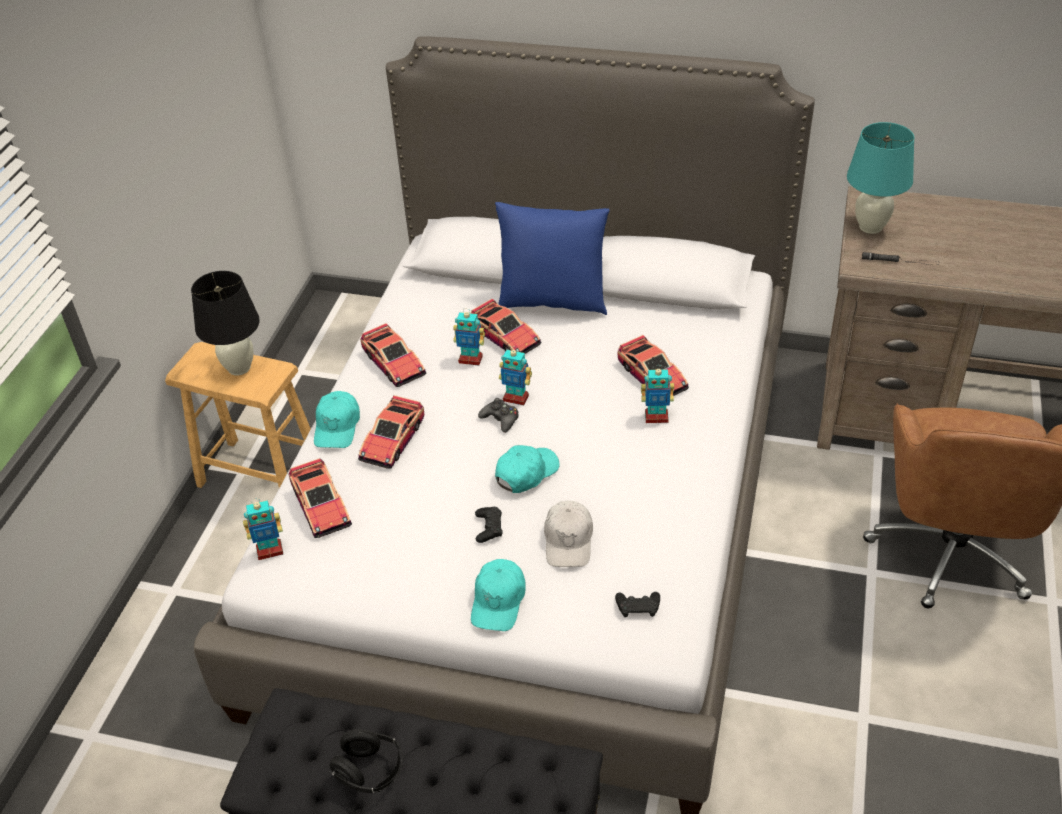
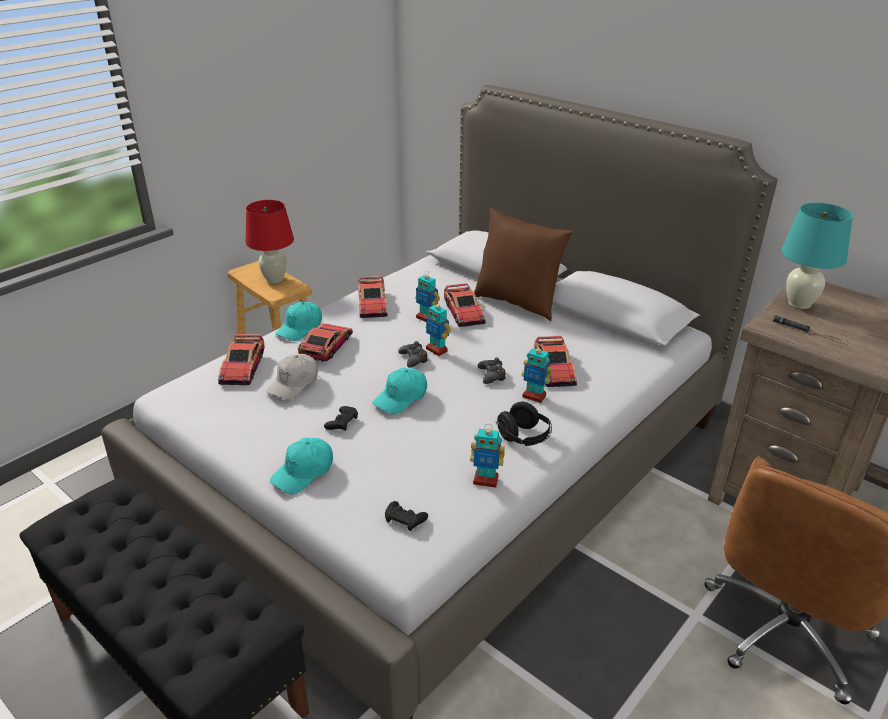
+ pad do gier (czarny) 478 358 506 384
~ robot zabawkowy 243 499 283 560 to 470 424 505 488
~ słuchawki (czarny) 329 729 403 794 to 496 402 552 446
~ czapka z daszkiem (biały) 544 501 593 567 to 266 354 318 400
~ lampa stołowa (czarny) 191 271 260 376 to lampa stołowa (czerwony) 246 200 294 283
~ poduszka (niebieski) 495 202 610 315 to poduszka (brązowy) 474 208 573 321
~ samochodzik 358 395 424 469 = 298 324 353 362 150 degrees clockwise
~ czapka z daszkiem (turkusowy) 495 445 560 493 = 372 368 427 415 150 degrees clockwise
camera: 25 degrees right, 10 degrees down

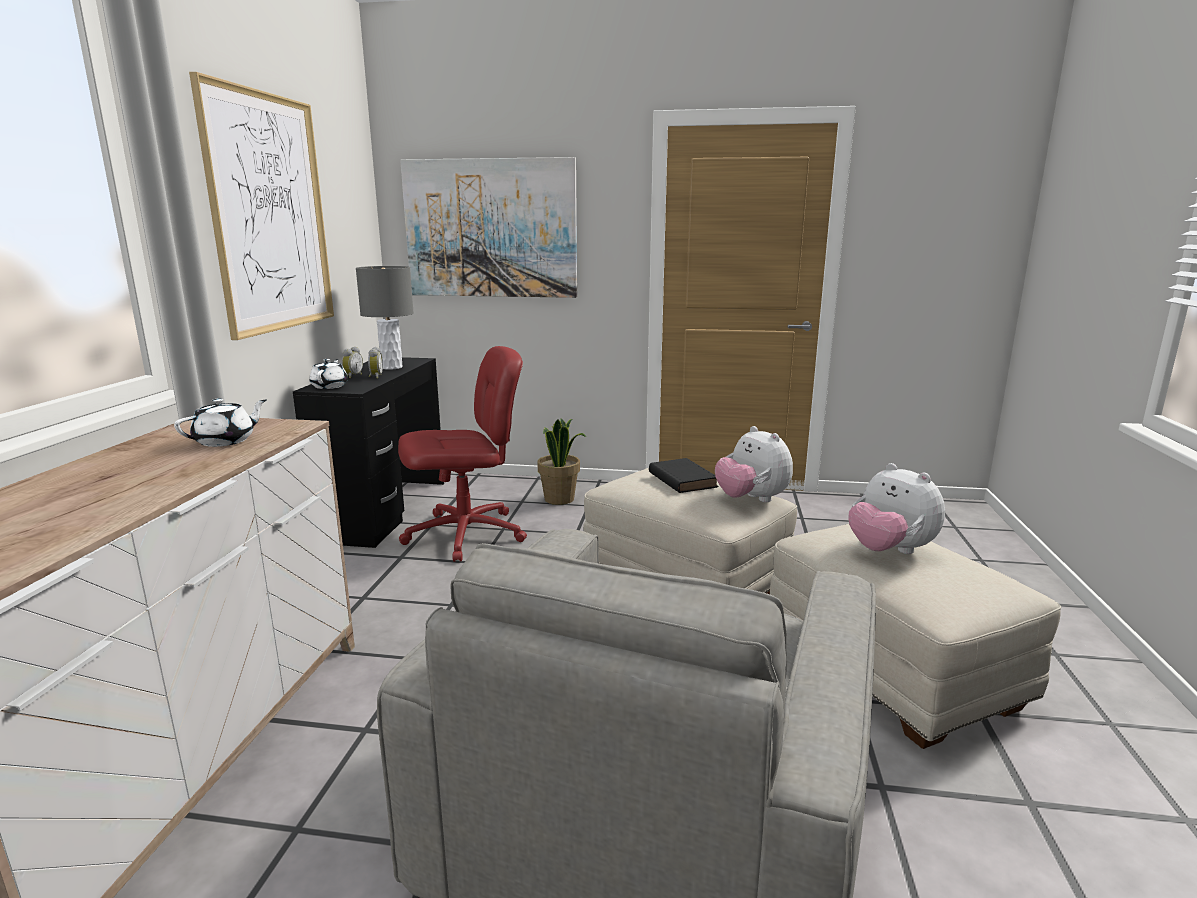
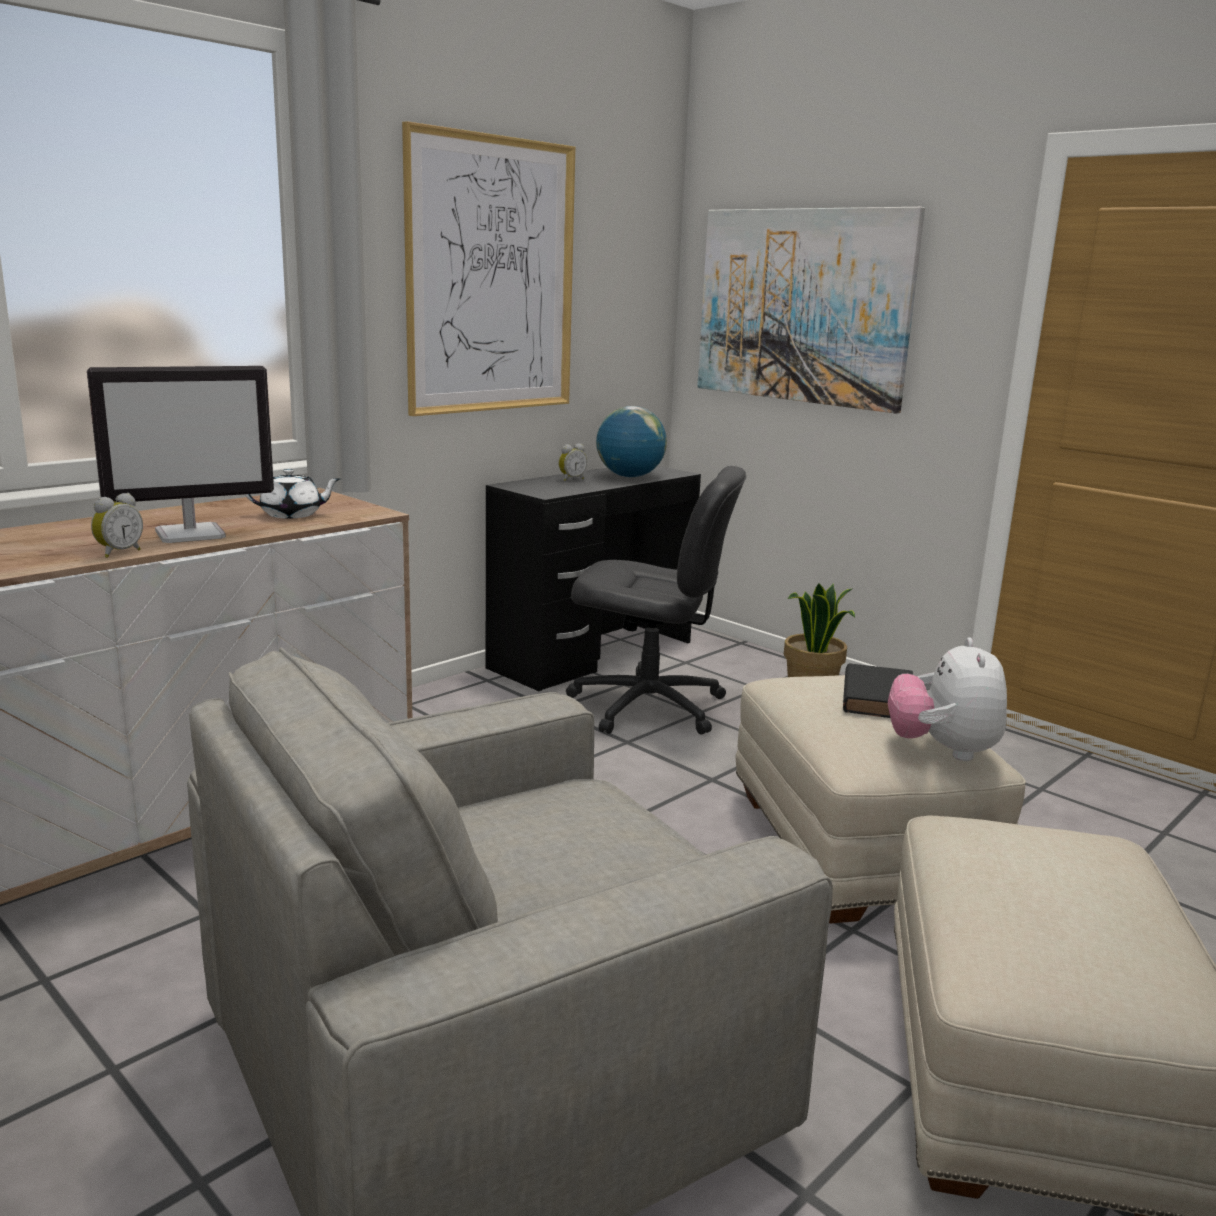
- imbryk (biały) 309 359 348 389
- pluszak 849 463 945 554
+ monitor 87 366 274 543
~ budzik 368 347 383 379 to 91 493 143 558
~ lampa stołowa (szary) 356 266 414 370 to globus 596 406 667 477
~ krzesło biurowe (czerwony) 398 346 527 562 to krzesło biurowe (czarny) 566 466 746 734
camera: 35 degrees right, 0 degrees up

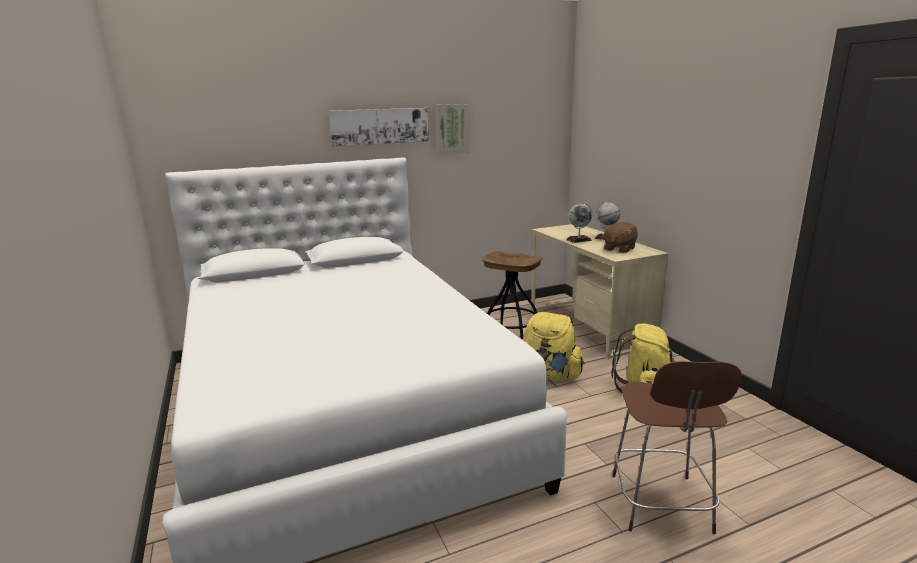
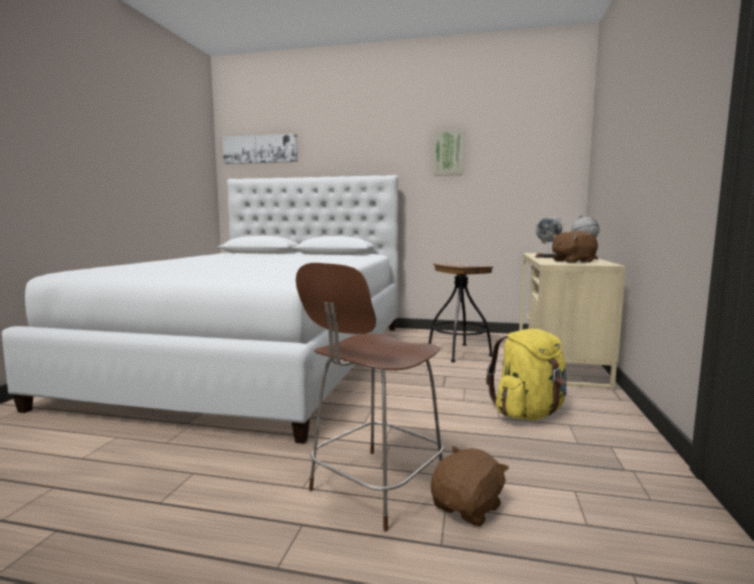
- plecak (żółty) 522 312 585 381
+ pluszak (brązowy) 431 446 509 527
~ obraz 329 108 429 146 to 222 134 298 164
camera: 35 degrees right, 10 degrees down

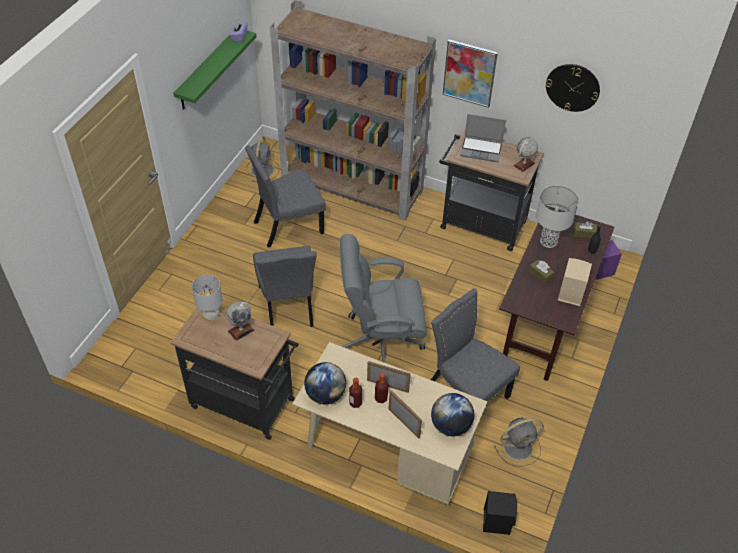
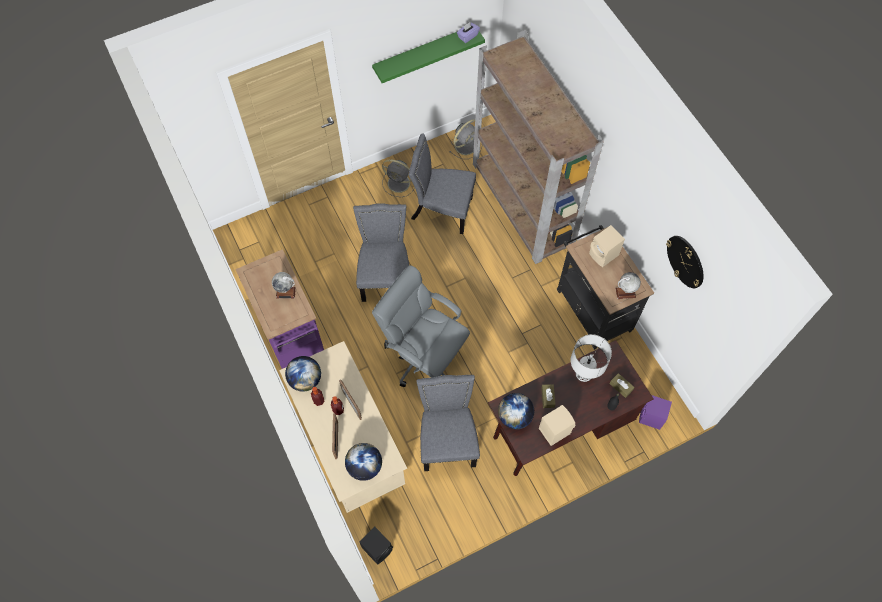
- lampa stołowa (szary) 192 275 223 321
- obraz 443 40 498 108
+ globus 498 393 534 429
~ wentylator (szary) 494 418 544 467 to 382 159 415 197
~ laptop 460 114 506 162 to głośnik (beżowy) 589 225 625 267
~ wózek (czarny) 170 306 299 440 to wózek (fioletowy) 235 249 324 369
~ krzesło (szary) 253 246 317 327 = 353 203 409 302 150 degrees clockwise
camera: 40 degrees right, 15 degrees up

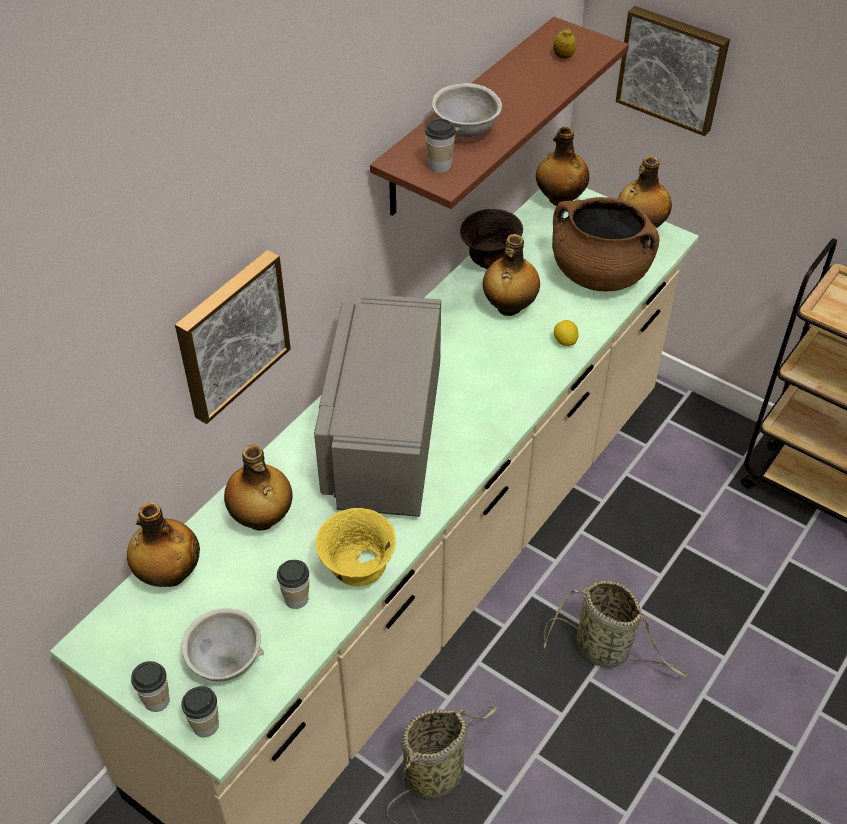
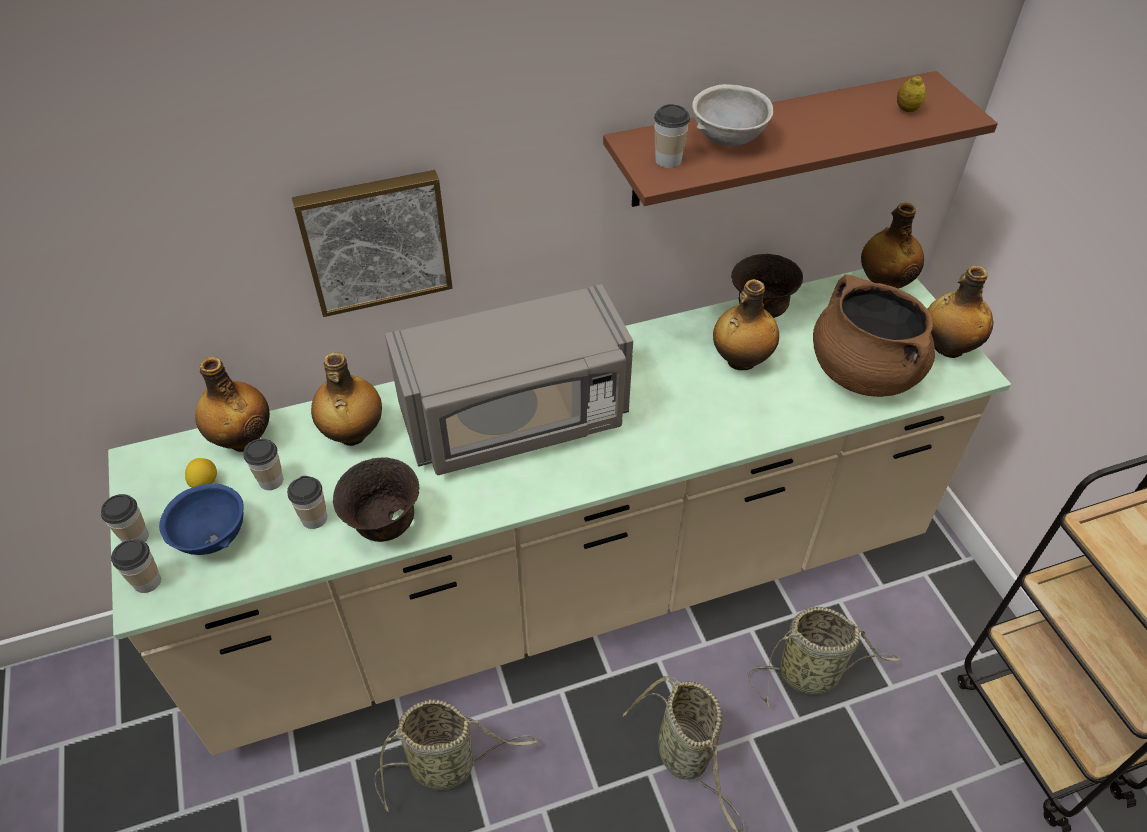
- obraz 616 6 730 136
+ filiżanka 243 439 283 490
+ koszyk 748 607 901 707
~ cytryna 554 320 578 346 to 185 458 217 488
~ miska (szary) 181 608 264 681 to miska (niebieski) 159 484 244 555
~ miska (żółty) 315 508 396 586 to miska (brązowy) 333 457 420 542
~ mikrofalówka (szary) 314 294 441 517 = 385 284 633 475 150 degrees counterclockwise
camera: 35 degrees right, 0 degrees up

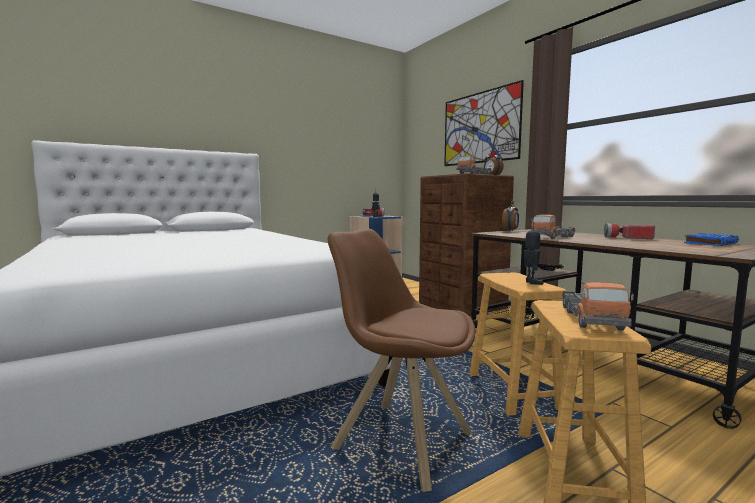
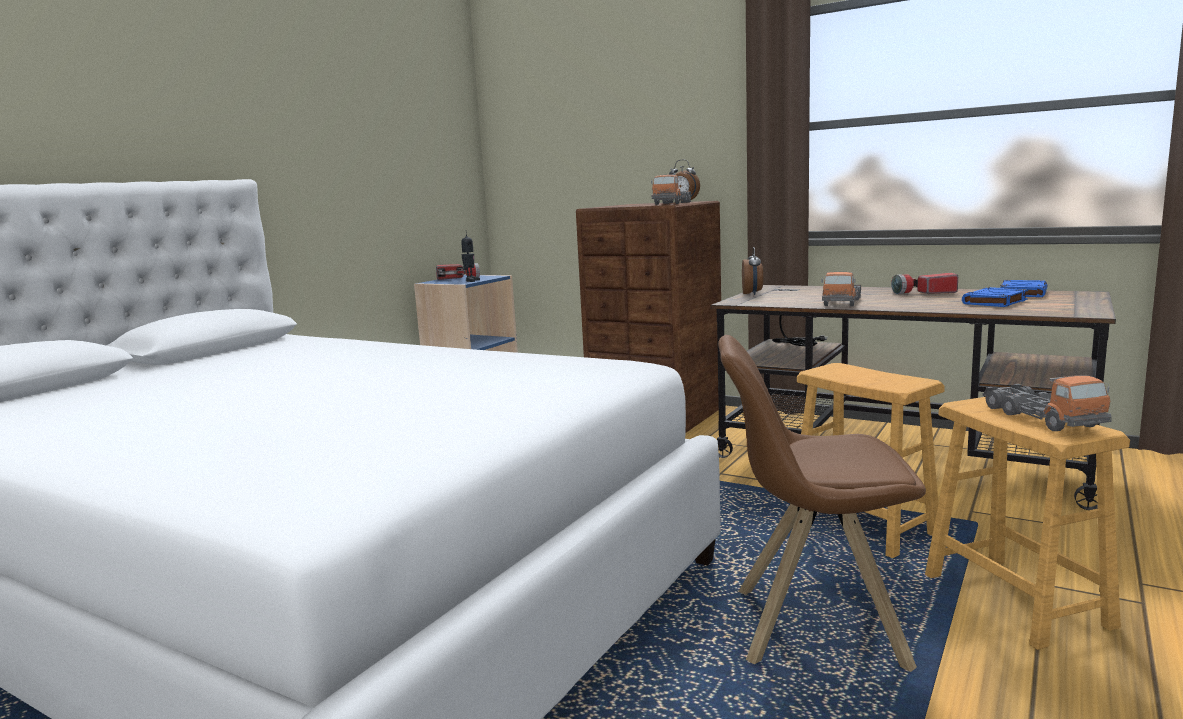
- obraz 444 80 524 166
- robot zabawkowy 524 222 543 285
+ książka (niebieski) 962 287 1028 307
camera: 25 degrees left, 5 degrees up

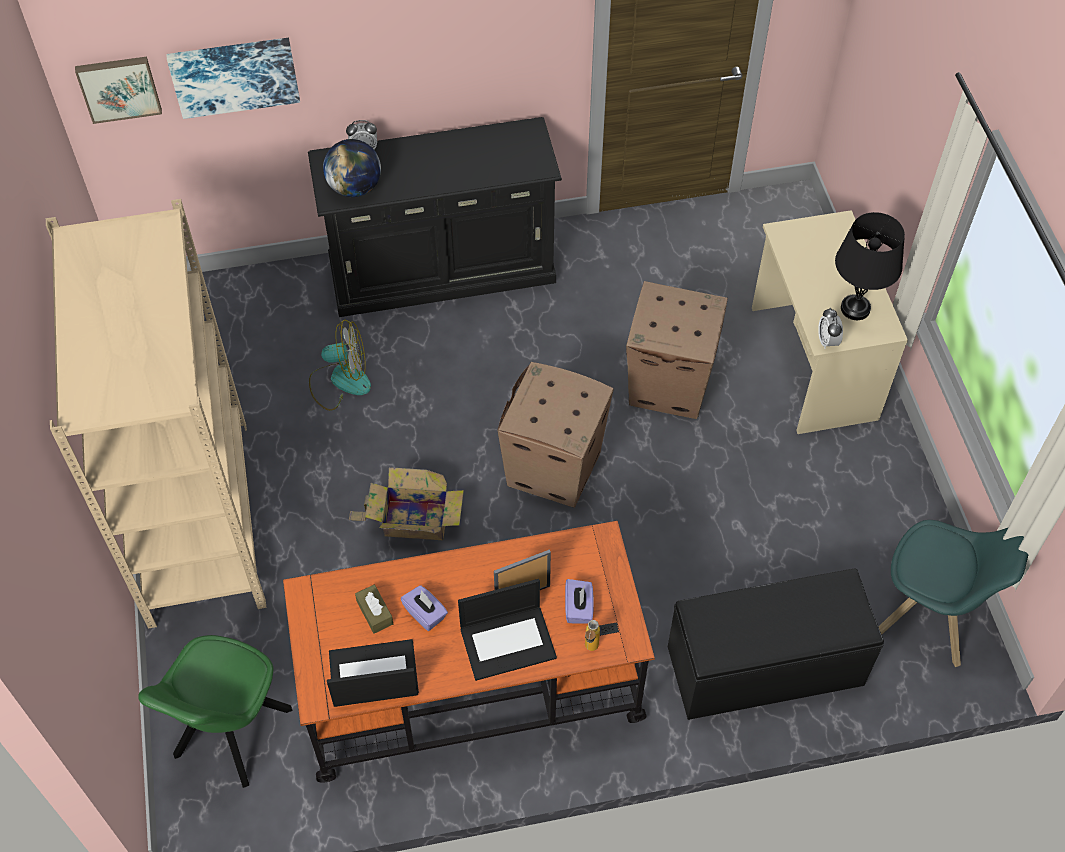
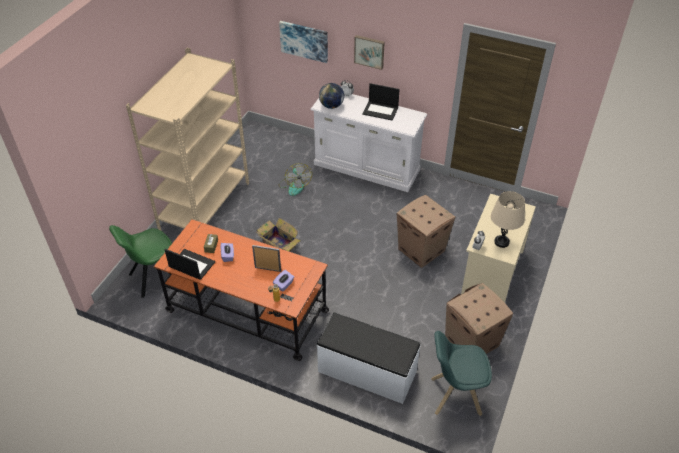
~ obraz 75 57 162 124 to 354 35 385 70
~ laptop 458 579 557 681 to 362 83 400 121
~ karton 497 362 614 508 to 445 283 513 354
~ szafka (czarny) 308 117 562 317 to szafka (biały) 310 94 427 192
~ ławka (czarny) 668 569 884 720 to ławka (biały) 317 313 421 404
~ lampa stołowa (czarny) 835 212 905 320 to lampa stołowa (beżowy) 491 191 525 248
~ wentylator 309 319 371 411 = 279 163 312 196 45 degrees clockwise
~ krzesło (turkusowy) 878 520 1028 667 = 431 331 492 416 120 degrees clockwise
camera: 35 degrees right, 10 degrees down

